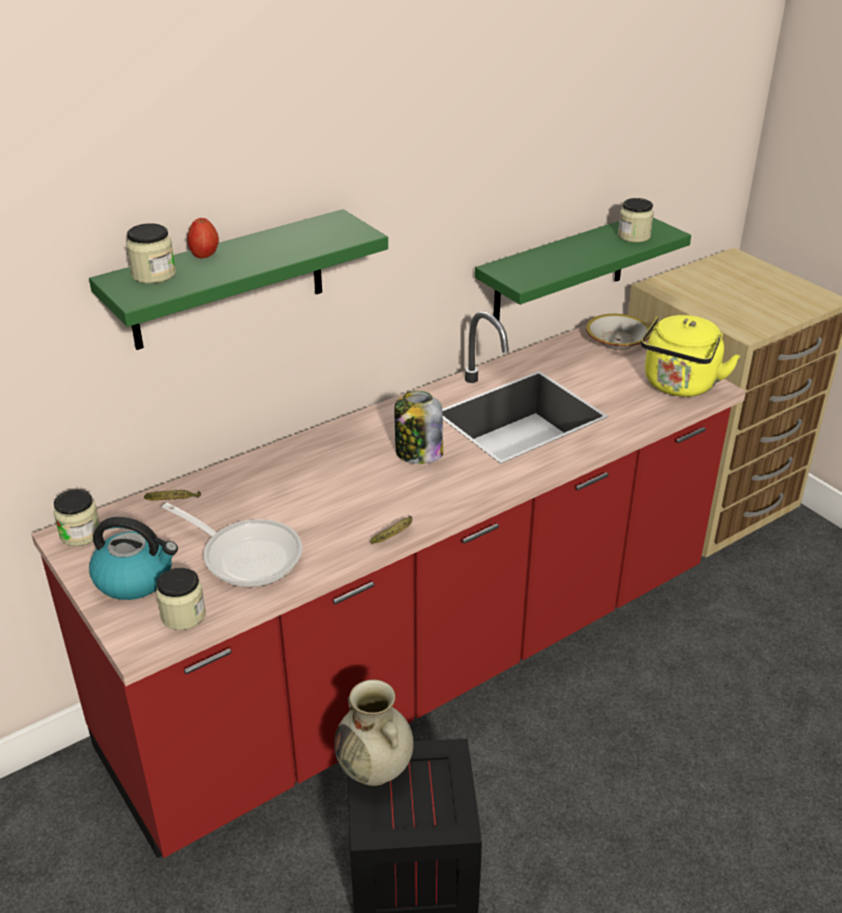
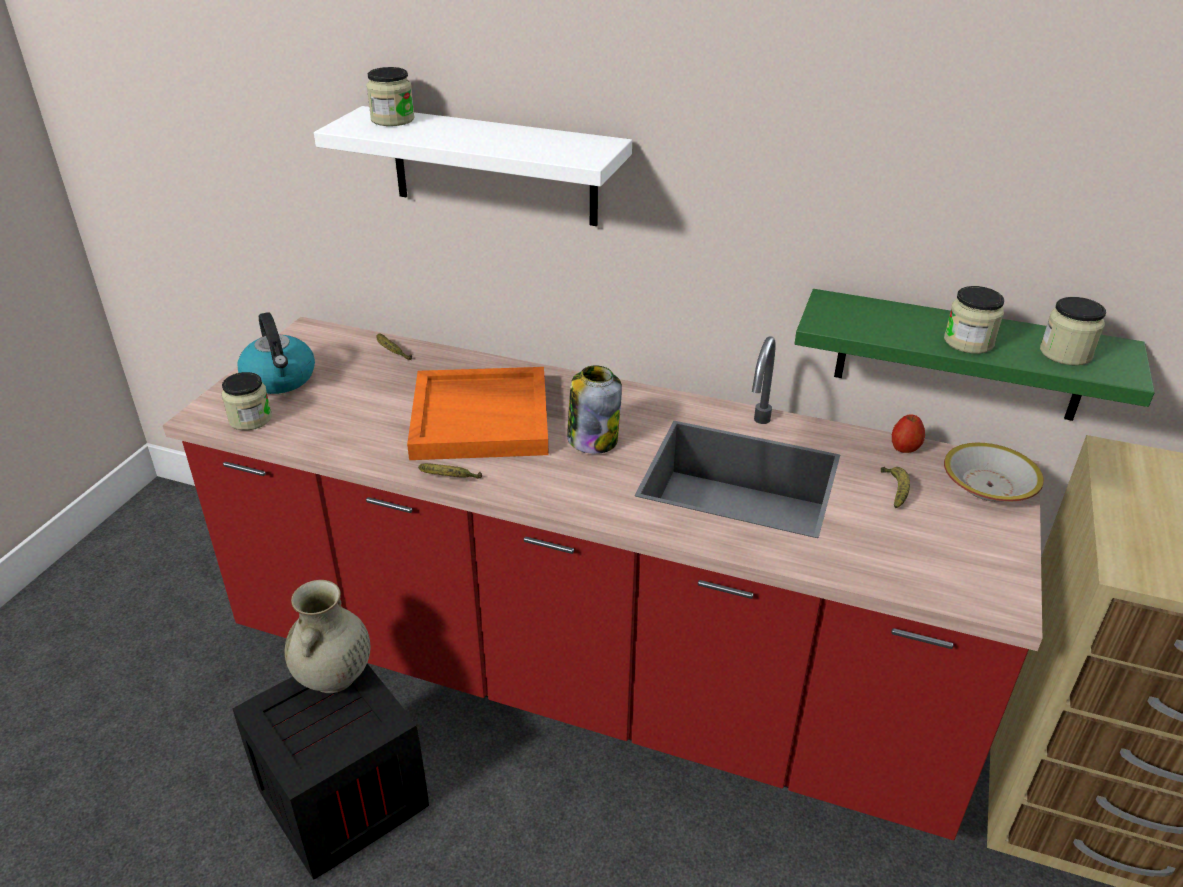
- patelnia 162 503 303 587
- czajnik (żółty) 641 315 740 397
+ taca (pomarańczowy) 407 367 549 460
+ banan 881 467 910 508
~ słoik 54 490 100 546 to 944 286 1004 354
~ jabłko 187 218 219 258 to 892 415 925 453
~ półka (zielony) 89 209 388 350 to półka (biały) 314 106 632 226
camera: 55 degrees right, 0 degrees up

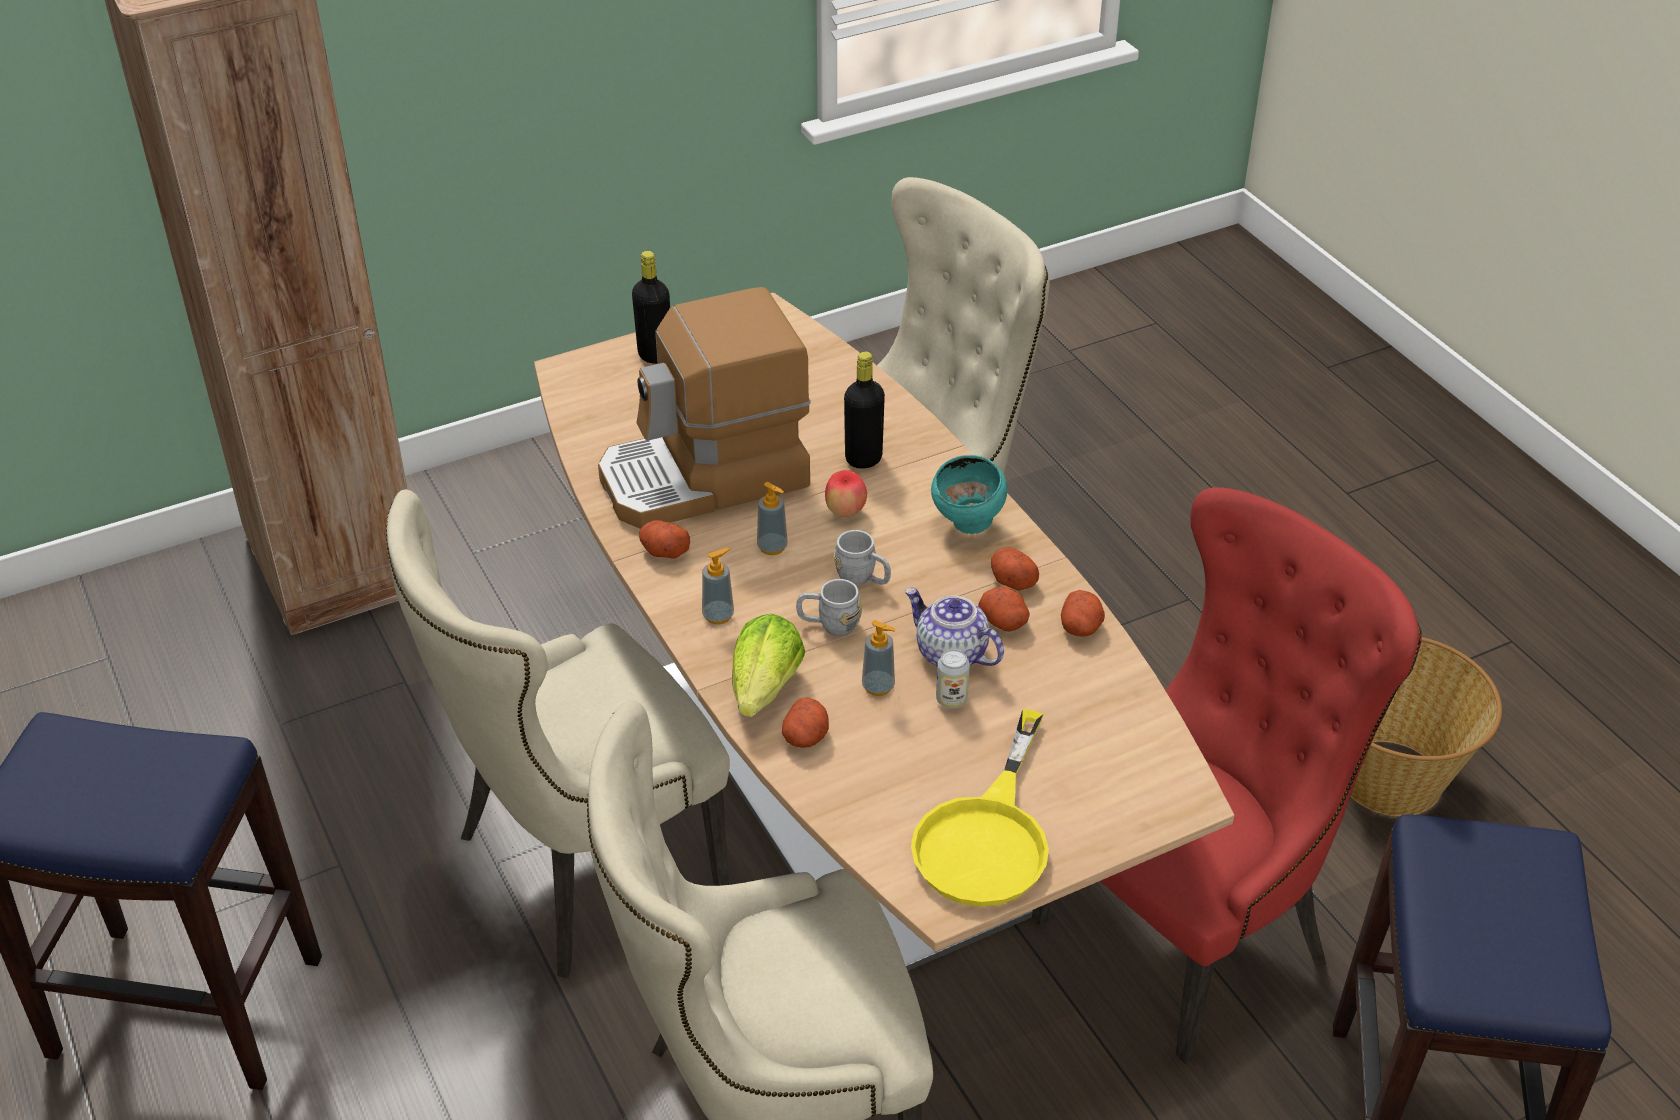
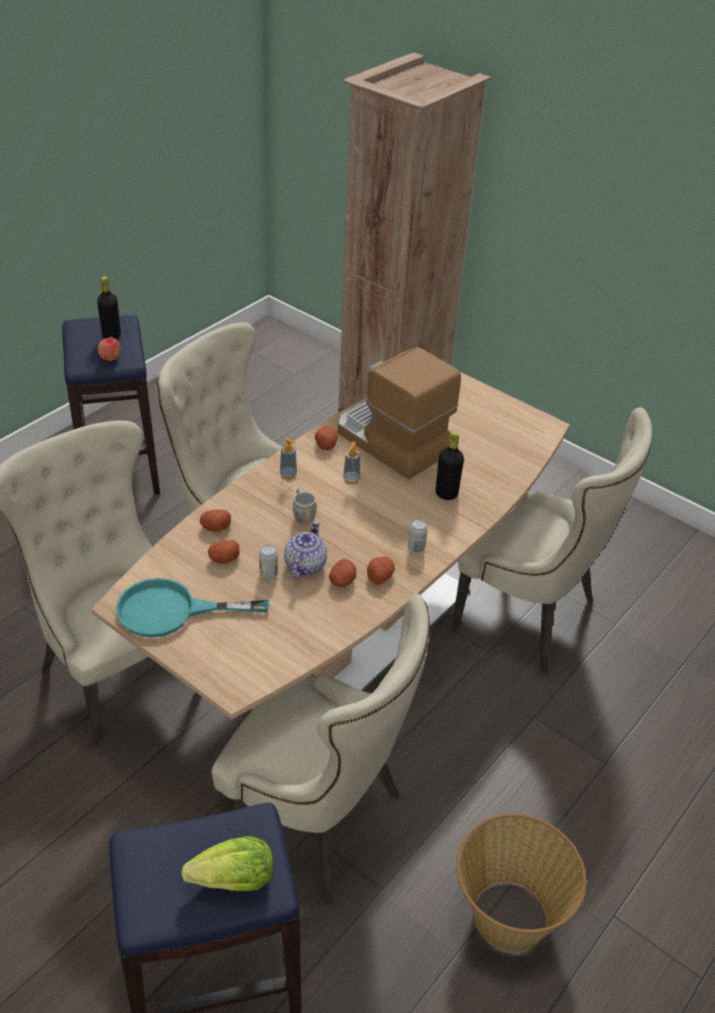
- kubek (szary) 834 530 891 586
- dozownik mydła 862 620 896 696
~ butelka (czarny) 632 251 670 364 to 97 276 121 339
~ sałata 732 613 805 717 to 181 836 273 891
~ jabłko 825 470 867 517 to 98 337 120 361
~ ziemniak 1061 590 1105 637 to 208 540 240 564
~ miska (turkusowy) 931 455 1007 534 to puszka 408 519 428 553
~ patelnia (żółty) 911 709 1049 907 to patelnia (turkusowy) 116 578 269 638
~ krzesło (czerwony) 1032 487 1422 1063 to krzesło (beżowy) 212 594 430 905
camera: 65 degrees right, 0 degrees up

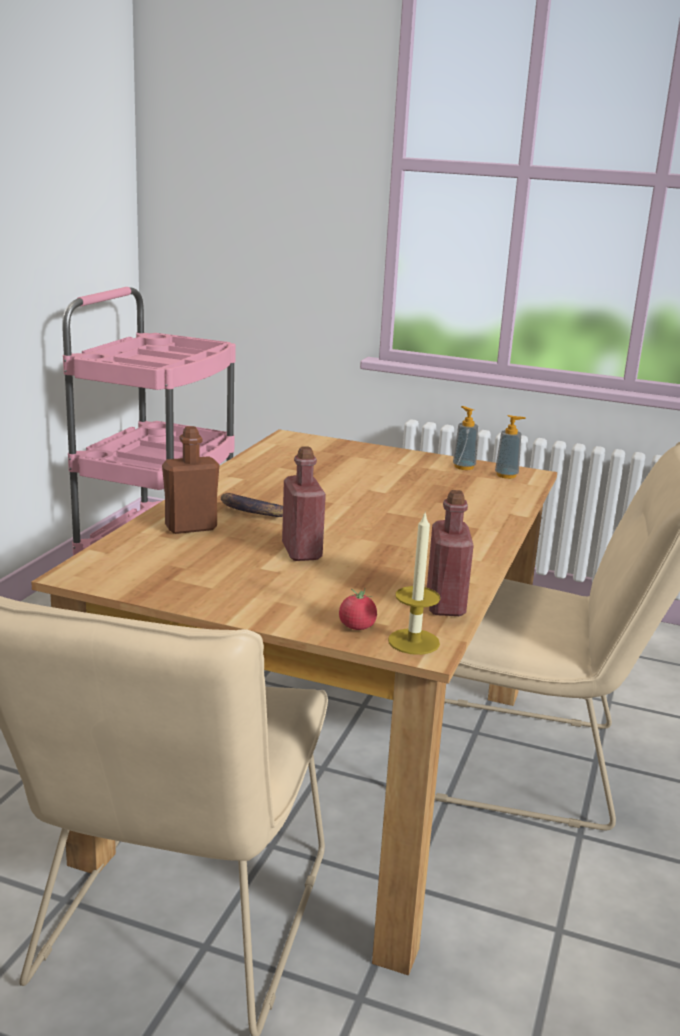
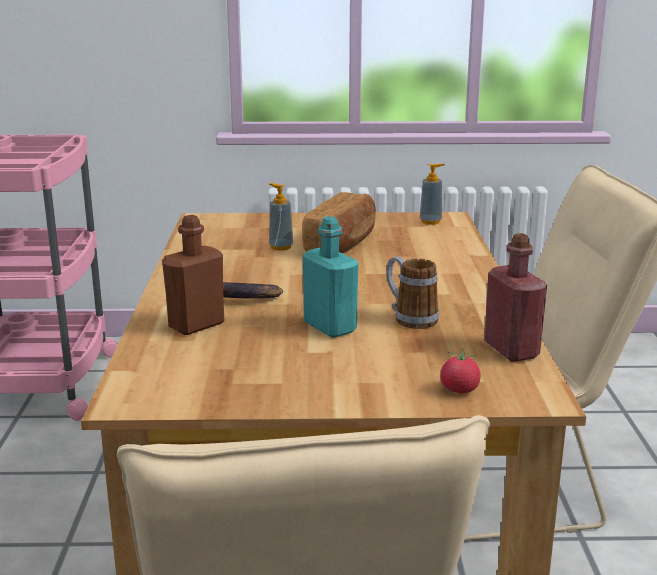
- świeca 388 511 440 655
+ chleb 302 192 376 253
+ kubek 386 256 439 329
~ dozownik mydła 453 406 478 470 to 269 183 293 251
~ butelka (czerwony) 282 446 326 561 to butelka (turkusowy) 303 216 358 338
camera: 20 degrees left, 0 degrees up

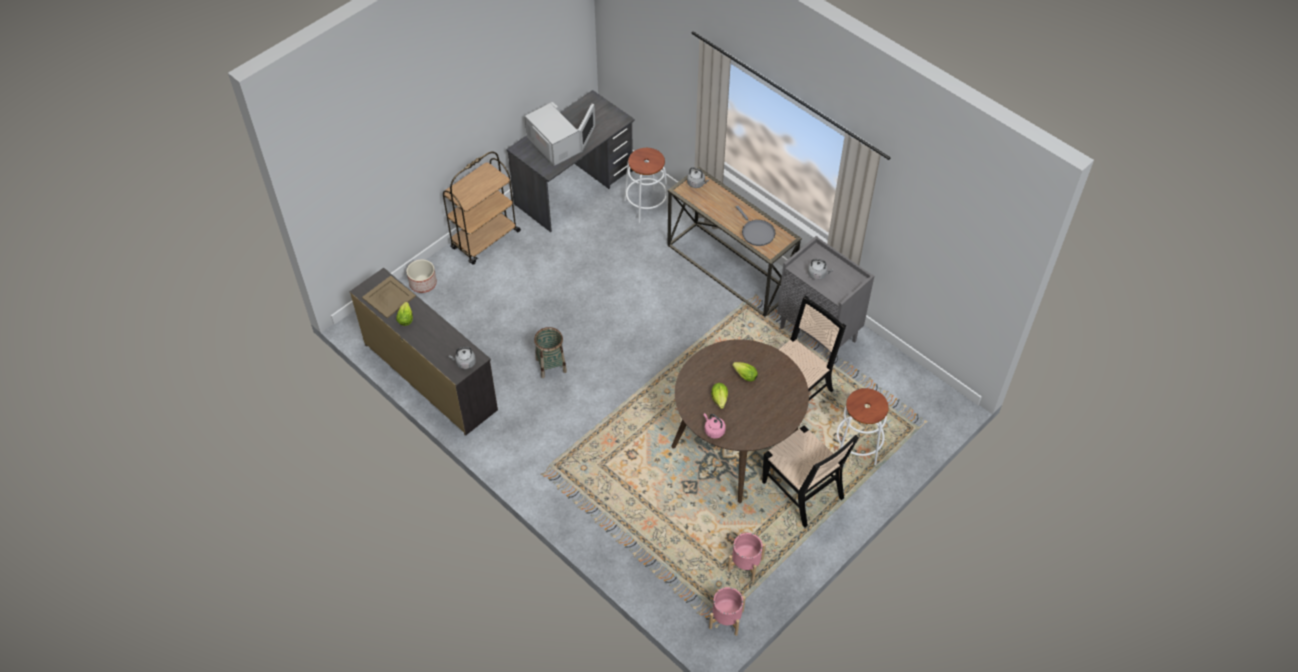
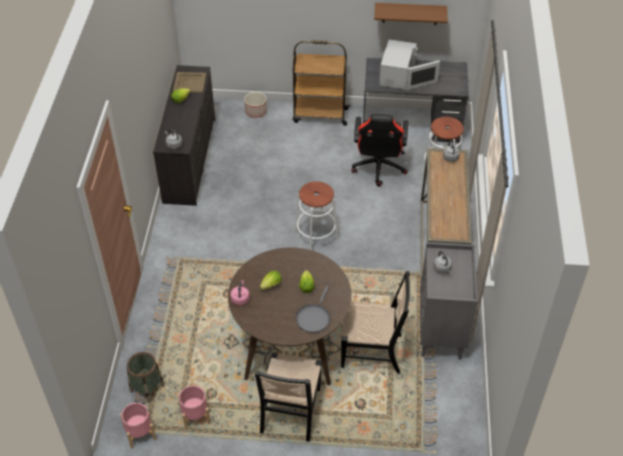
+ krzesło biurowe (czarny) 352 114 408 187
+ półka (brązowy) 374 3 448 25
~ koszyk 534 327 567 378 to 127 352 165 403
~ patelnia (szary) 736 205 775 246 to 296 286 330 333
~ stołek (biały) 837 388 889 465 to 295 181 338 250
camera: 50 degrees right, 5 degrees down

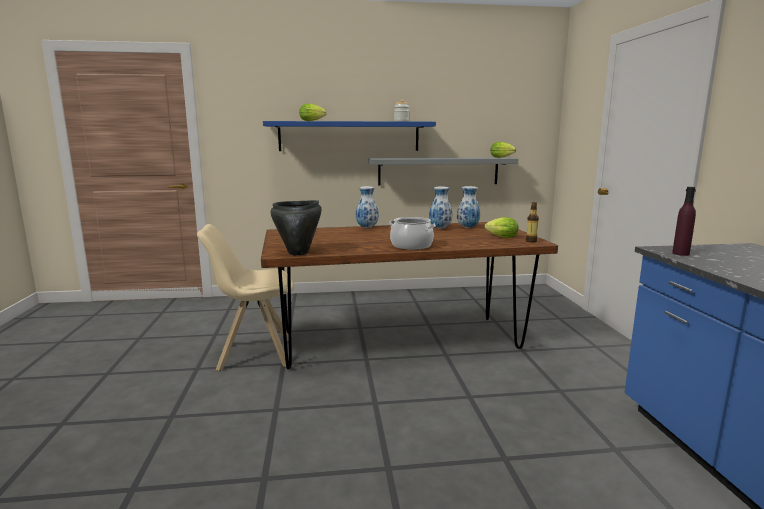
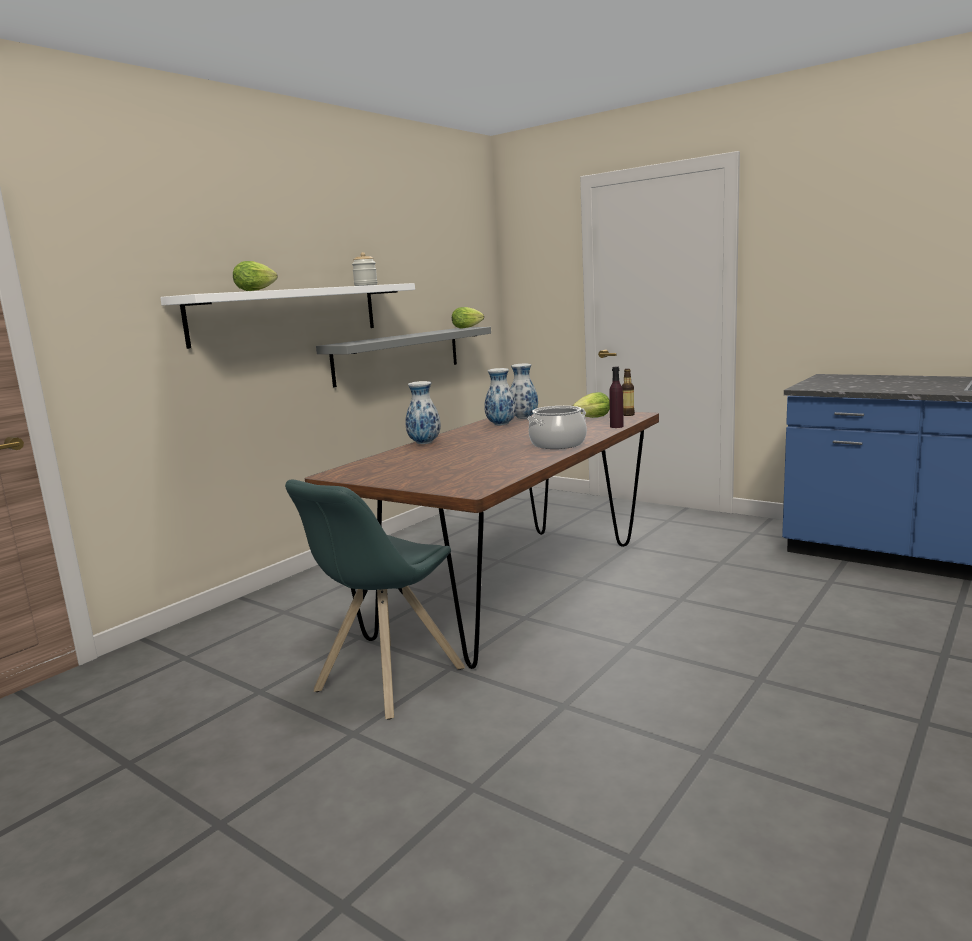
- garnek (czarny) 271 200 322 256
~ butelka (fioletowy) 672 187 696 256 to 609 367 624 428
~ krzesło (beżowy) 197 224 294 371 to krzesło (turkusowy) 285 479 465 720
~ półka (niebieski) 263 121 436 151 to półka (biały) 160 283 415 349
camera: 45 degrees left, 0 degrees up

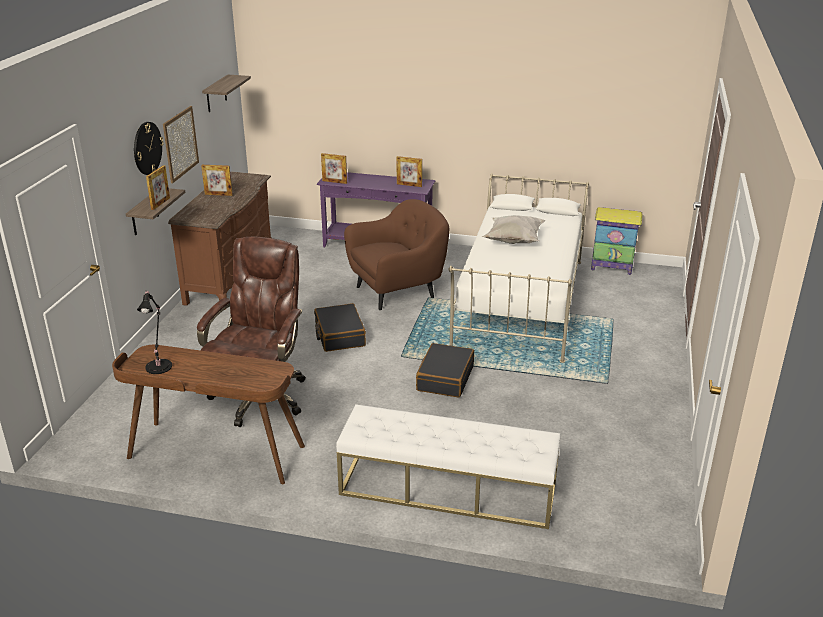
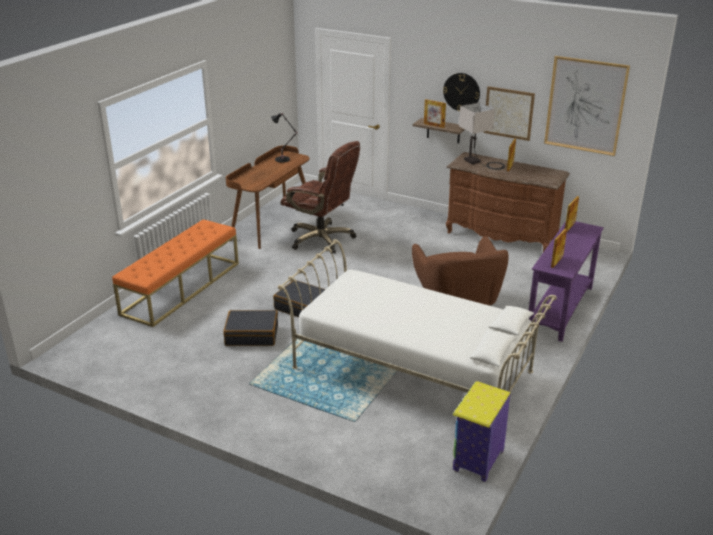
- poduszka (biały) 481 215 546 244
+ lampa stołowa 459 102 505 170
~ walizka (czarny) 314 303 366 352 to 223 310 278 346
~ półka 202 74 251 112 to obraz 544 56 630 156
~ ławka (biały) 336 404 561 529 to ławka (pomarańczowy) 112 219 239 327
camera: 105 degrees right, 0 degrees up

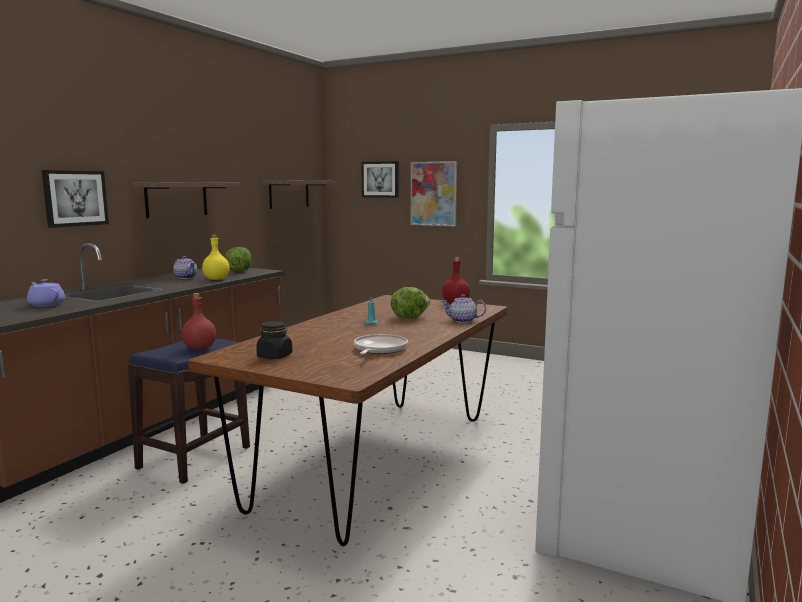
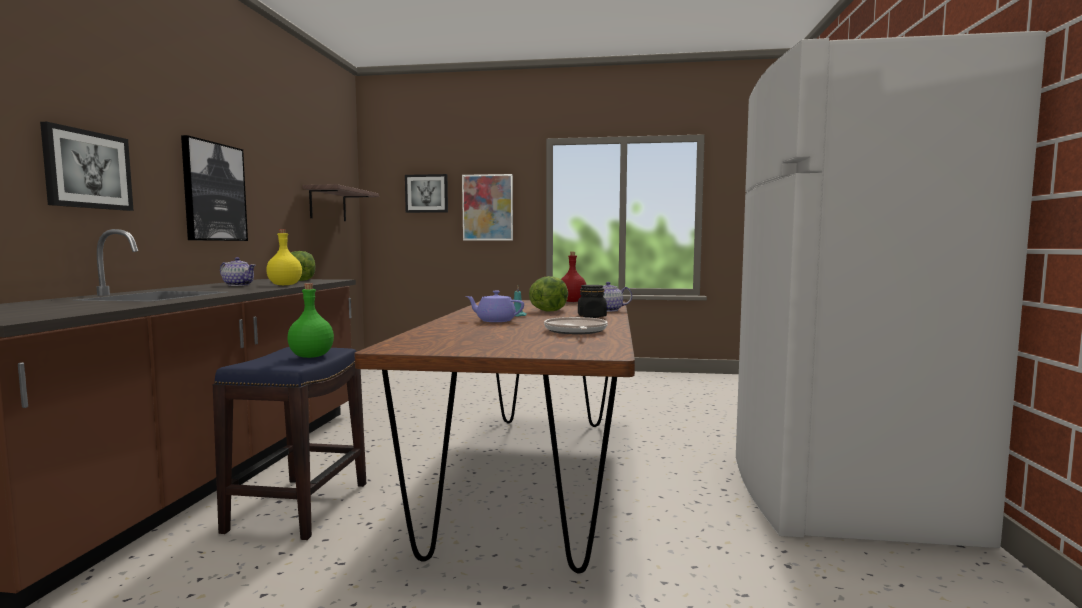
~ imbryk (fioletowy) 27 279 65 307 to 466 290 524 322
~ słoik (czarny) 256 321 292 359 to 578 285 607 318
~ półka 132 183 240 218 to obraz 181 135 248 241
~ butelka (czerwony) 182 293 216 350 to butelka (zielony) 287 283 334 358
camera: 20 degrees left, 5 degrees down

